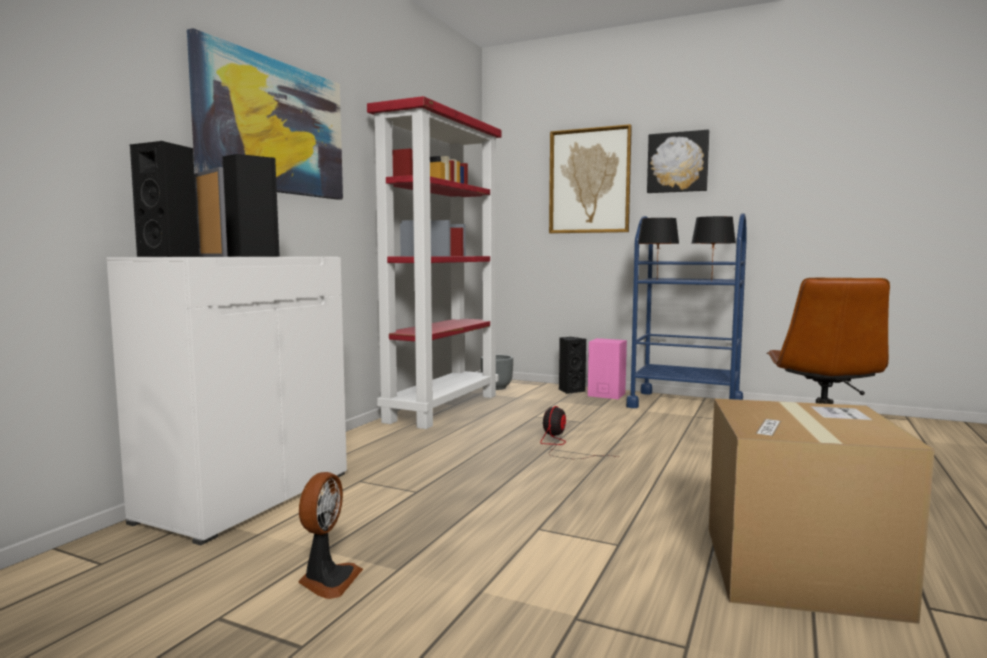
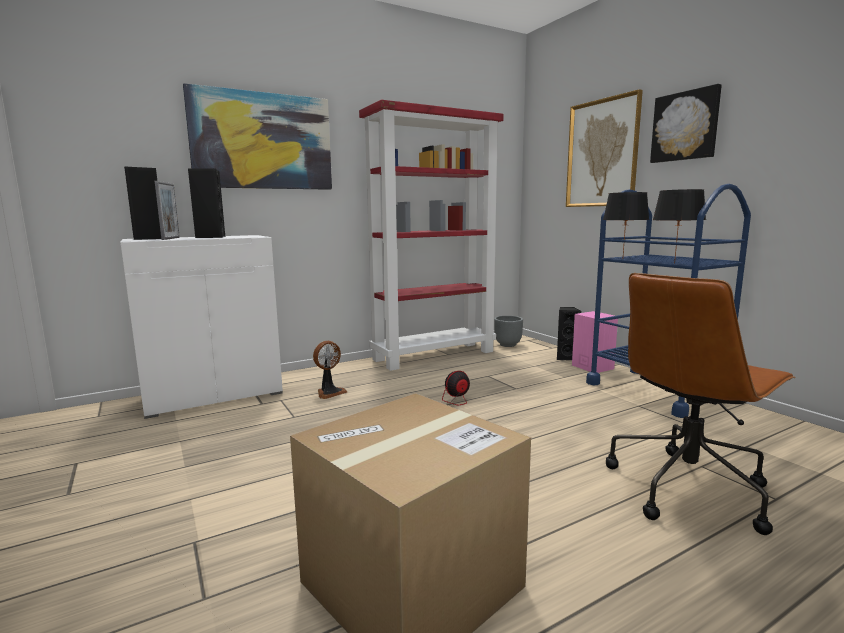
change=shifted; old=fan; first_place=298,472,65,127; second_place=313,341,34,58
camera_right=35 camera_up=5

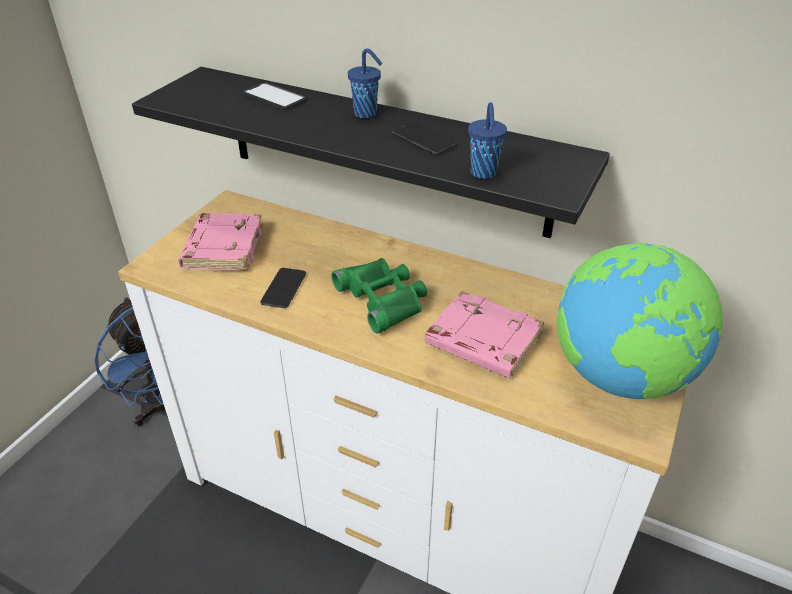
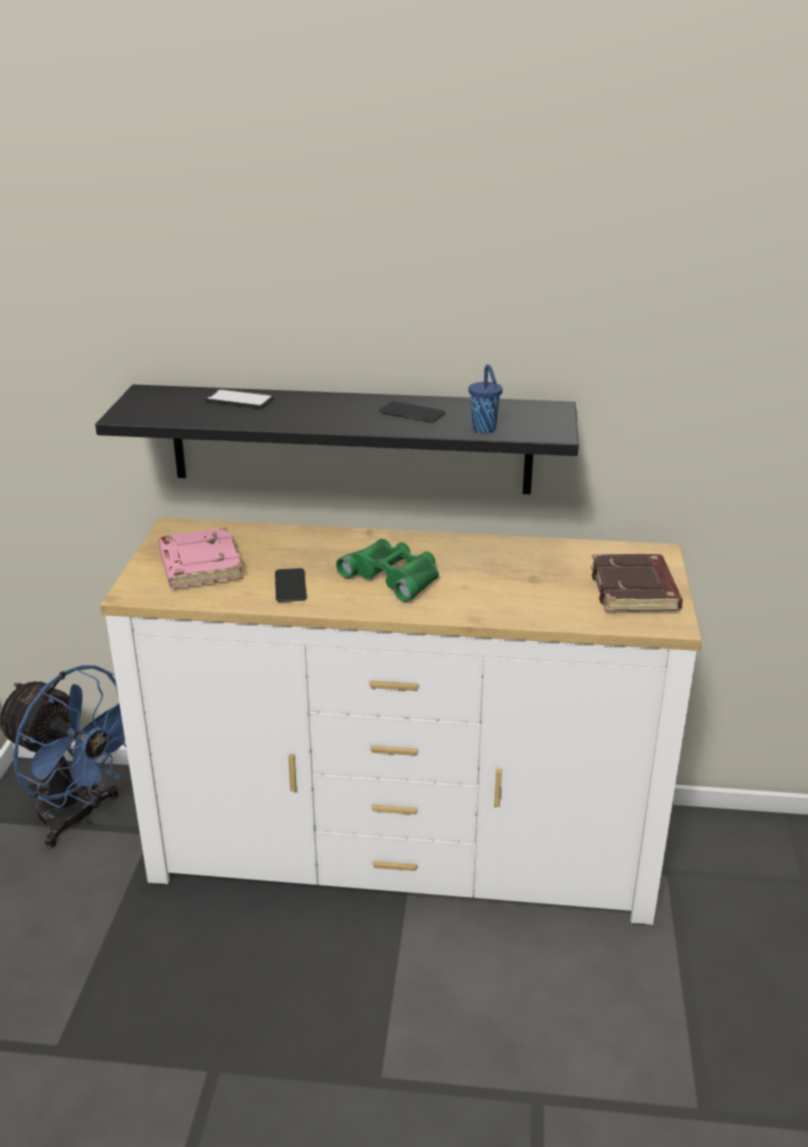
change=gone; old=cup in blue; first_place=348,48,34,70
change=gone; old=book in pink; first_place=425,291,119,87
change=swapped; old=globe; new=book in brown; first_place=557,243,166,156; second_place=591,554,92,58
camera_right=-20 camera_up=-10

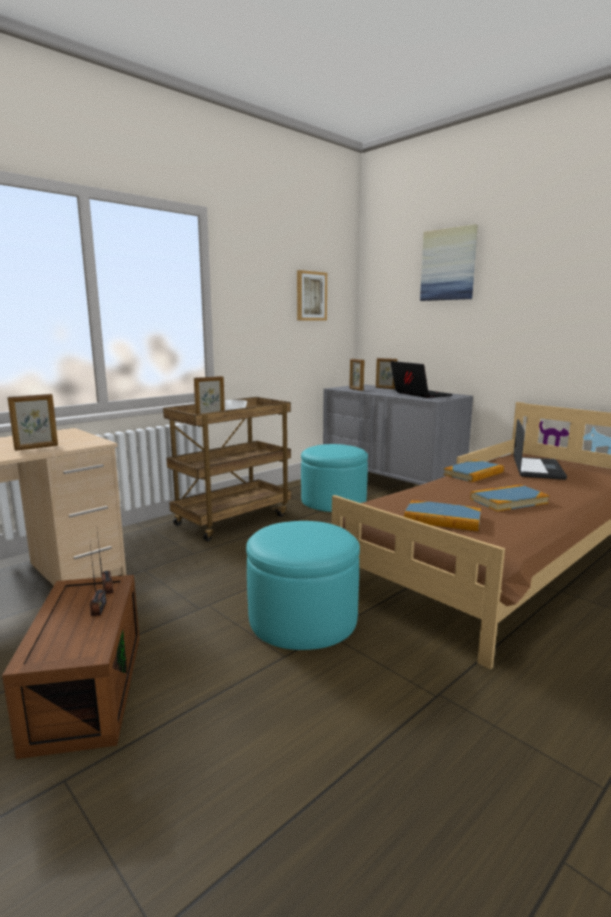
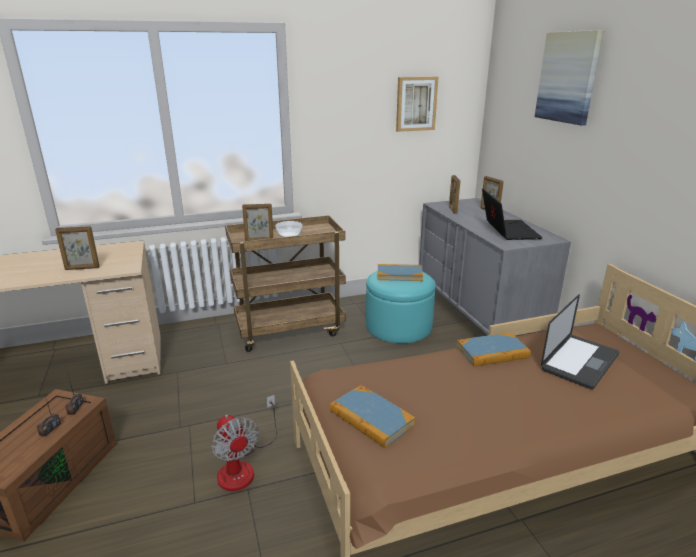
change=swapped; old=ottoman in turquoise; new=fan; first_place=246,521,114,129; second_place=211,395,66,96
change=shifted; old=book; first_place=470,484,80,28; second_place=377,264,46,17
camera_right=25 camera_up=10

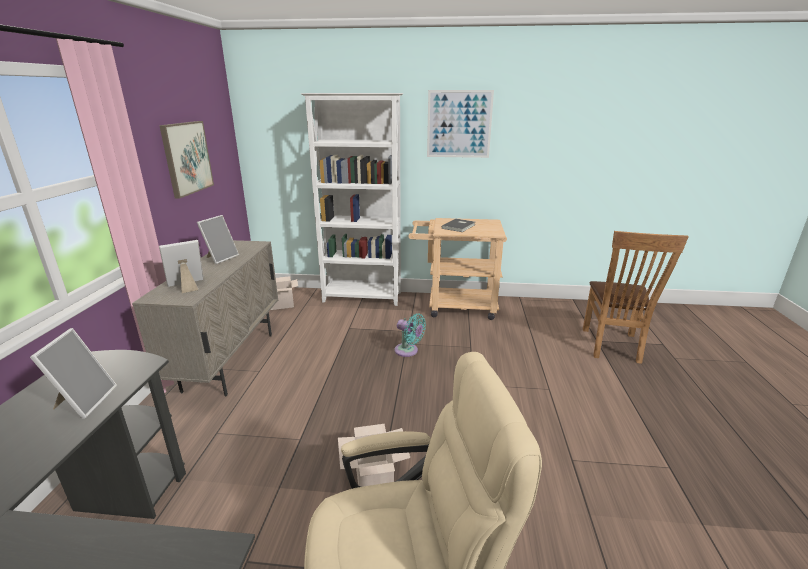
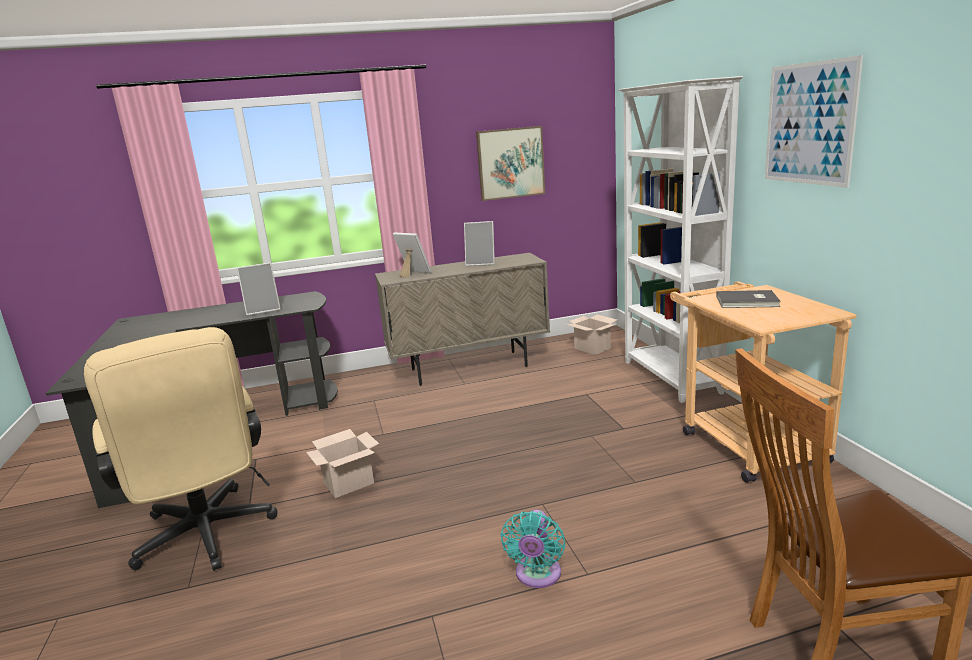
change=shifted; old=fan in turquoise; first_place=395,314,31,43; second_place=500,510,66,78
camera_right=70 camera_up=-5

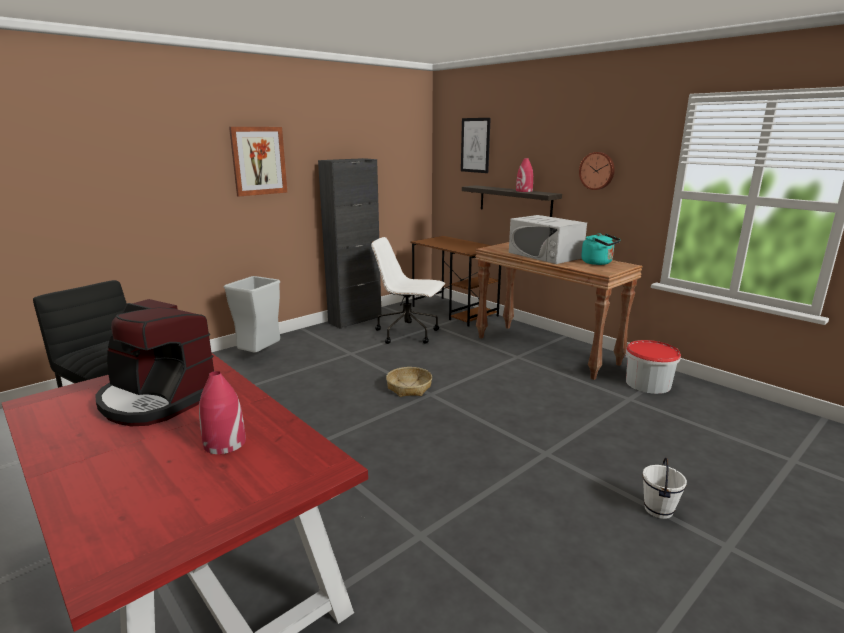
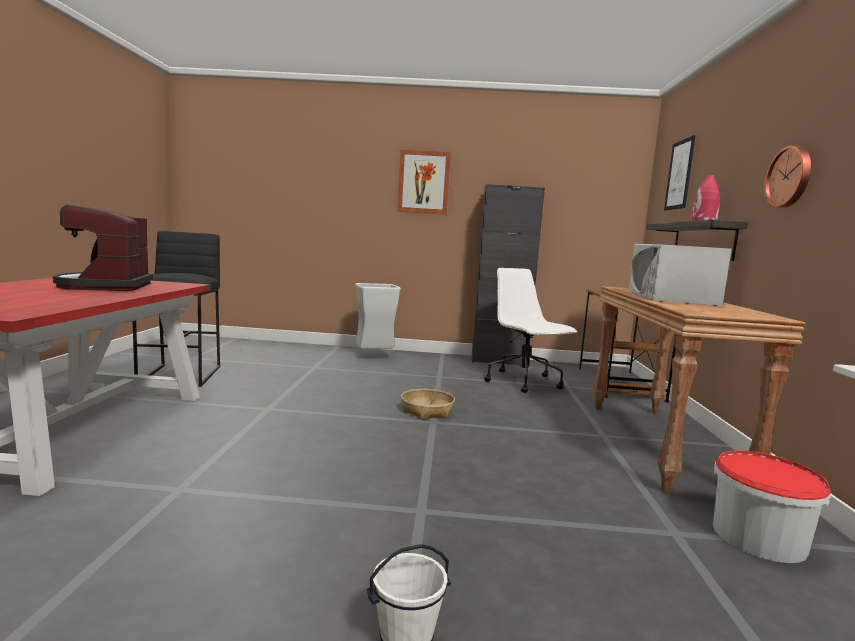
change=gone; old=vase in red; first_place=199,371,47,83
change=gone; old=kettle in turquoise; first_place=581,233,40,32
camera_right=45 camera_up=-10

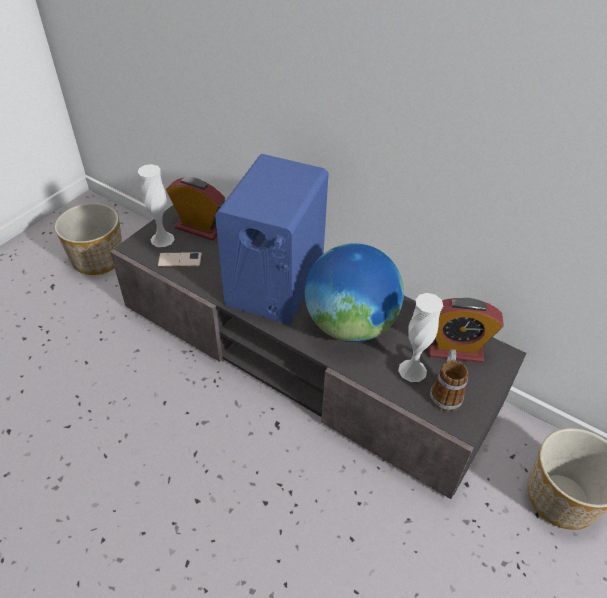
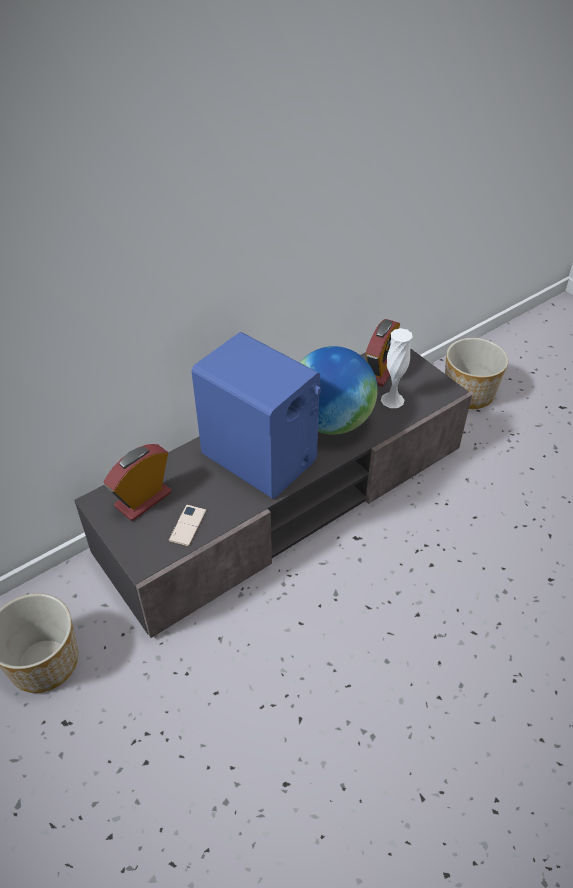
change=gone; old=vase in white; first_place=138,164,37,83
change=gone; old=mug; first_place=430,349,38,62
camera_right=-70 camera_up=0

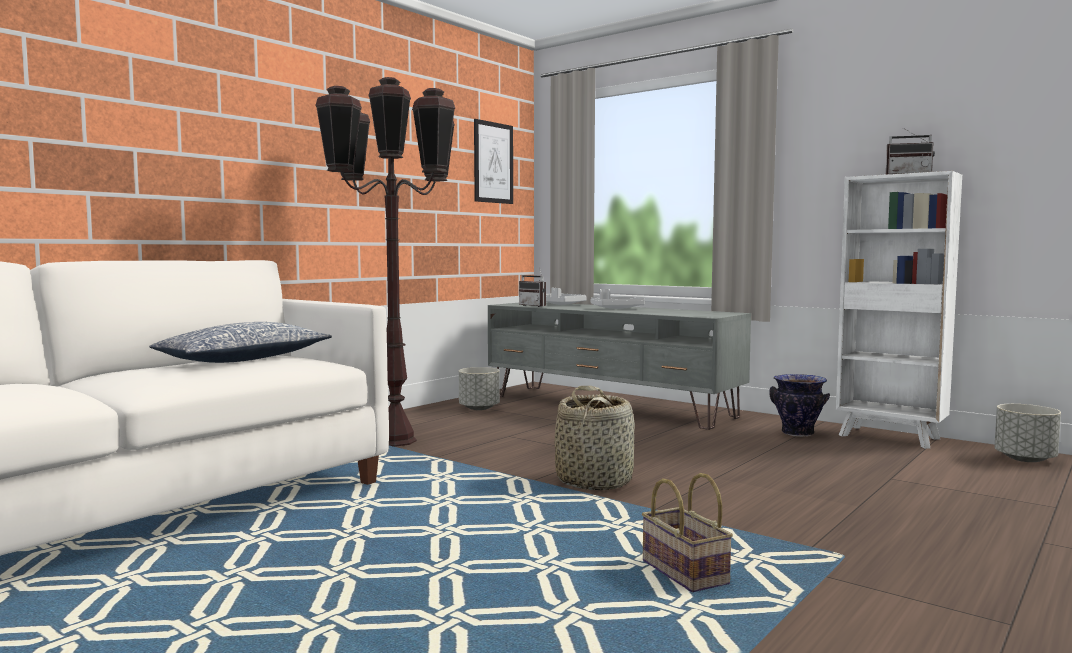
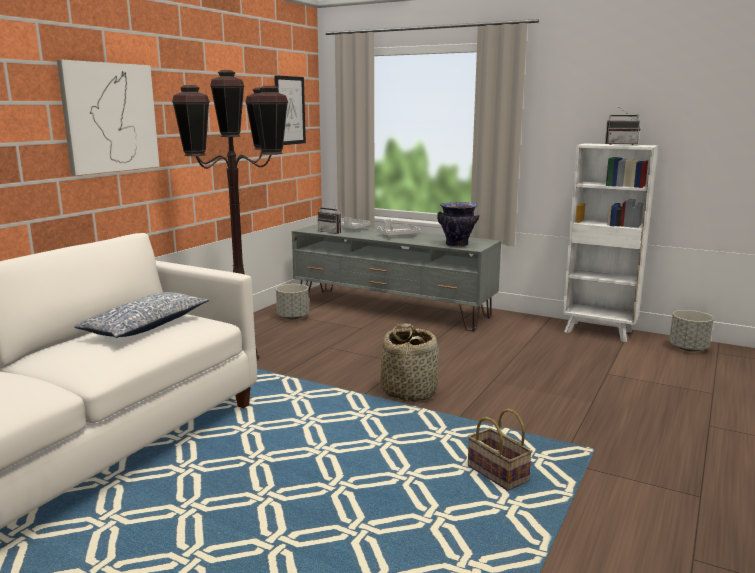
change=shifted; old=vase; first_place=769,374,61,63; second_place=437,202,42,45
change=new; new=picture; second_place=57,60,103,116
camera_right=-10 camera_up=10

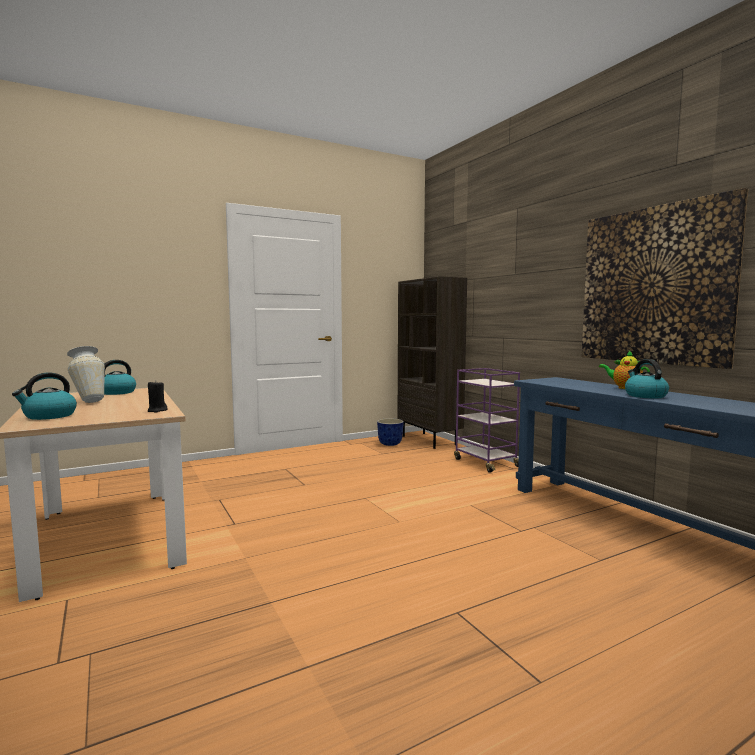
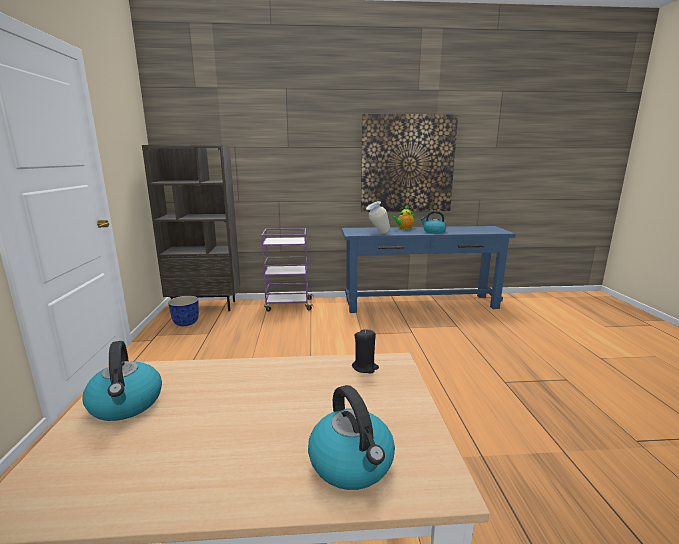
change=shifted; old=vase; first_place=67,346,38,57; second_place=366,201,24,33
camera_right=-65 camera_up=10

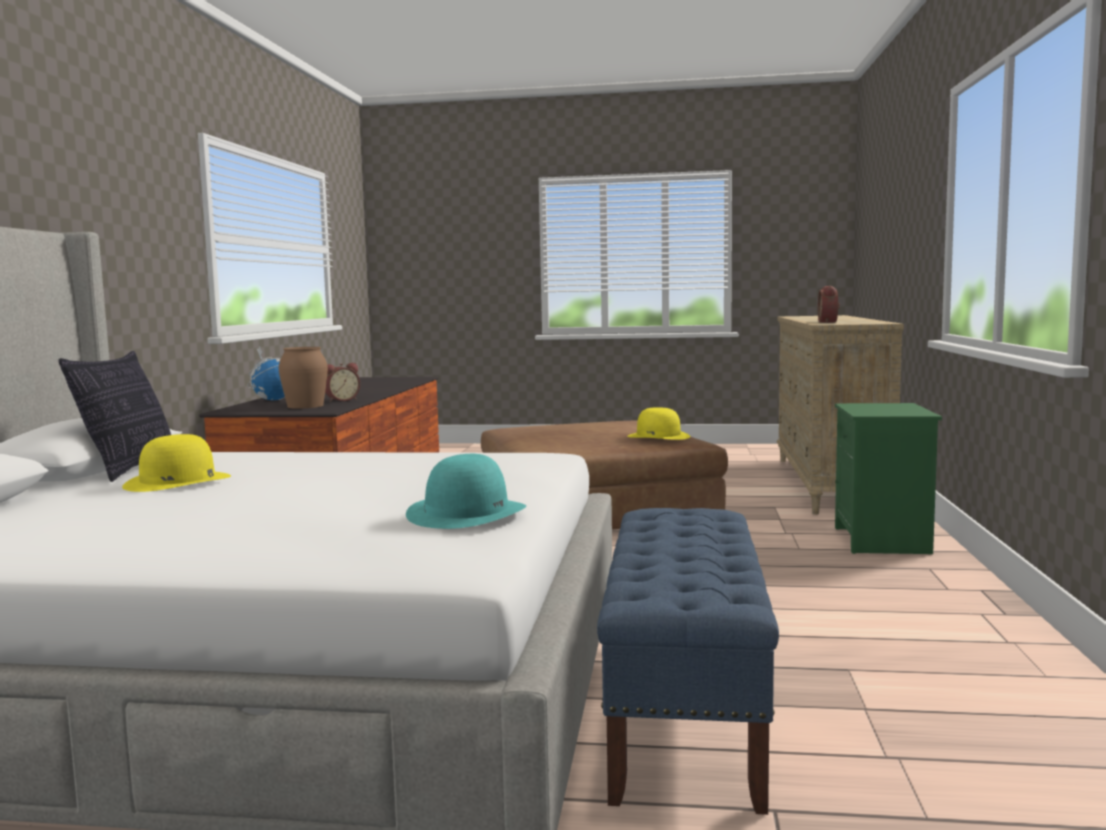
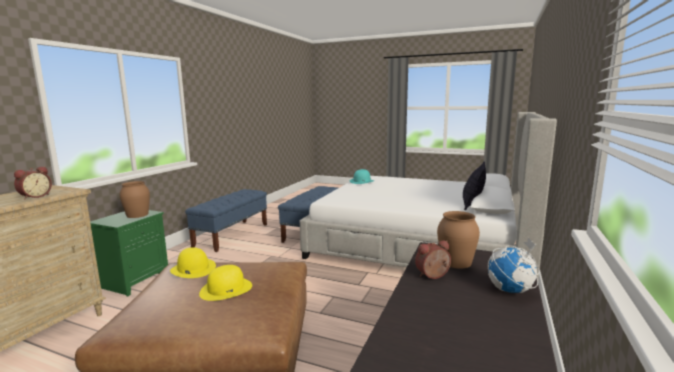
change=shifted; old=hat in yellow; first_place=122,434,109,58; second_place=199,265,53,36
change=new; new=vase in brown; second_place=120,181,30,37
change=new; new=bench in blue; second_place=185,189,82,63
camera_right=-165 camera_up=5

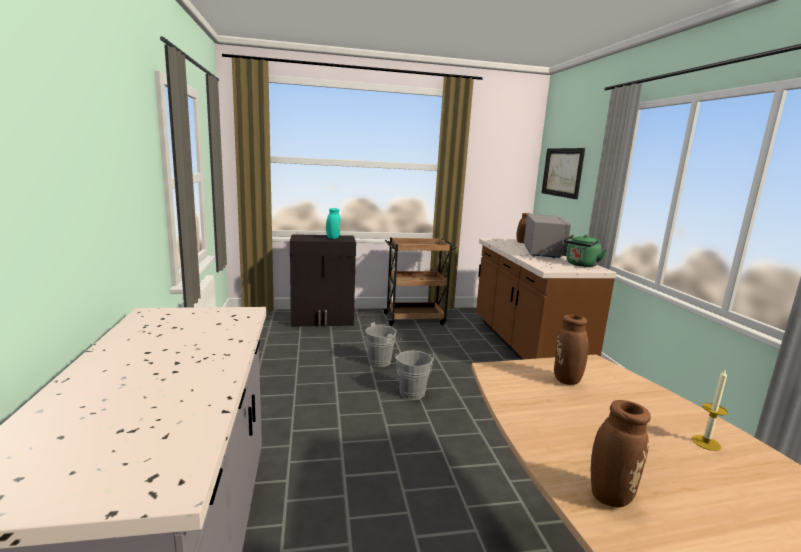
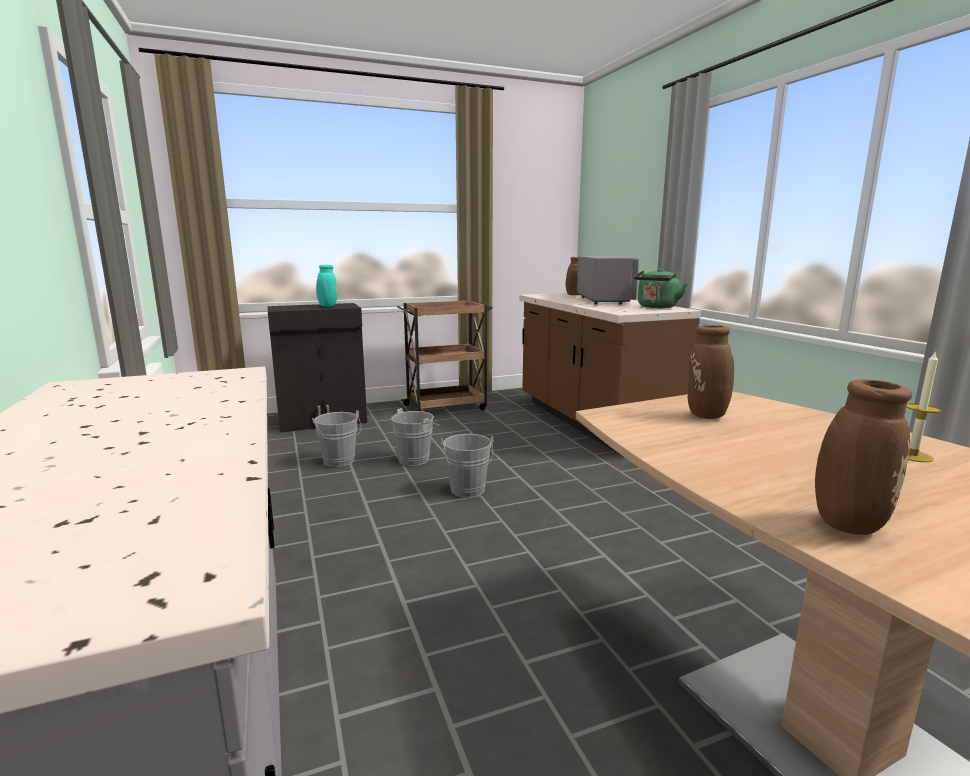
change=gone; old=picture; first_place=542,148,43,51
change=new; new=bucket in grey; second_place=312,410,49,57
camera_right=-10 camera_up=0

